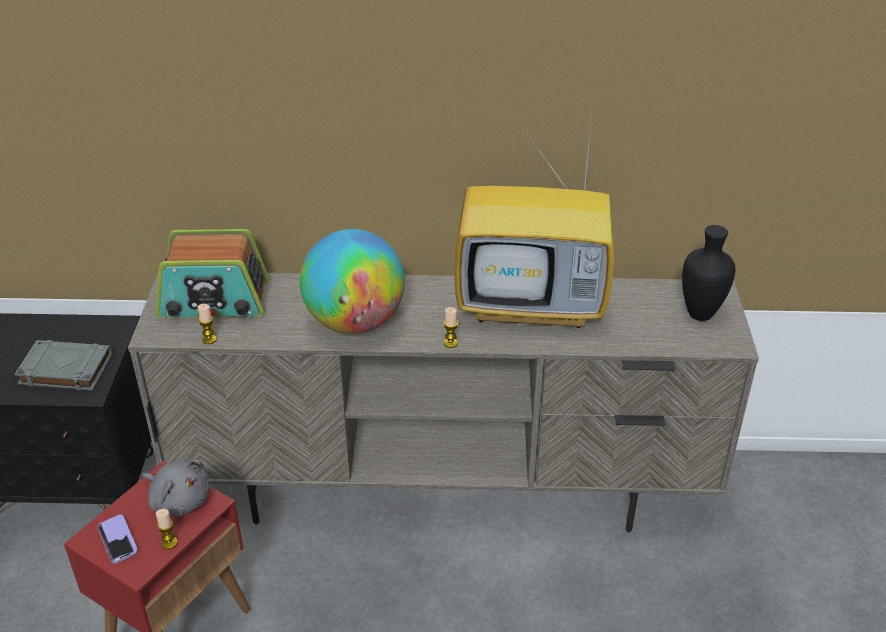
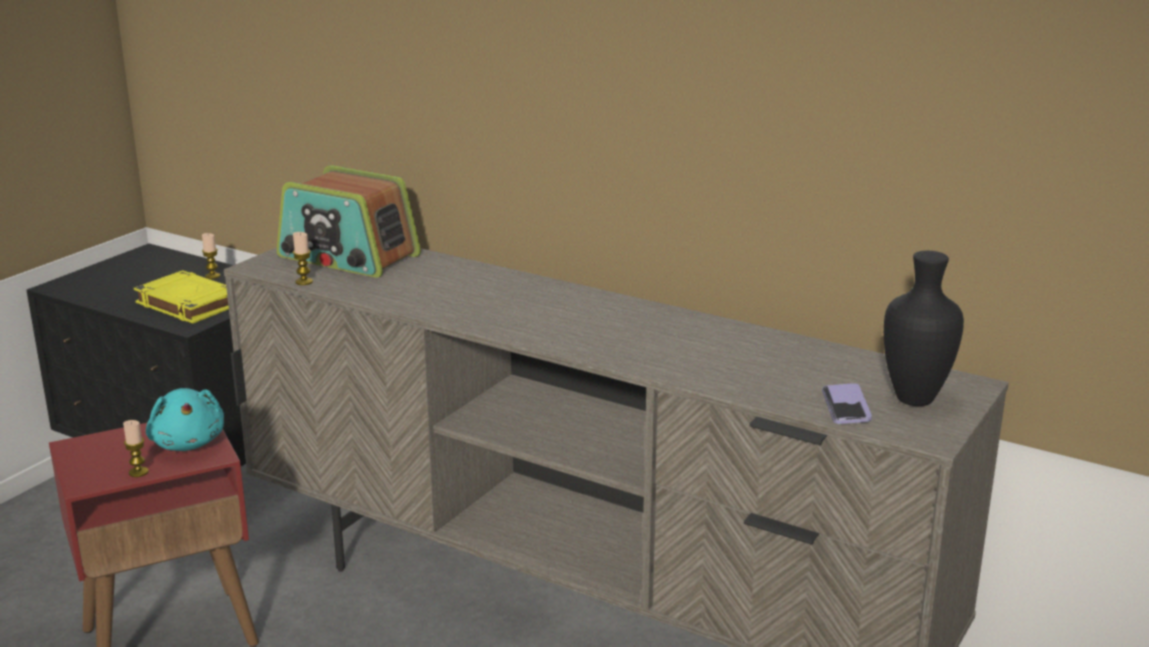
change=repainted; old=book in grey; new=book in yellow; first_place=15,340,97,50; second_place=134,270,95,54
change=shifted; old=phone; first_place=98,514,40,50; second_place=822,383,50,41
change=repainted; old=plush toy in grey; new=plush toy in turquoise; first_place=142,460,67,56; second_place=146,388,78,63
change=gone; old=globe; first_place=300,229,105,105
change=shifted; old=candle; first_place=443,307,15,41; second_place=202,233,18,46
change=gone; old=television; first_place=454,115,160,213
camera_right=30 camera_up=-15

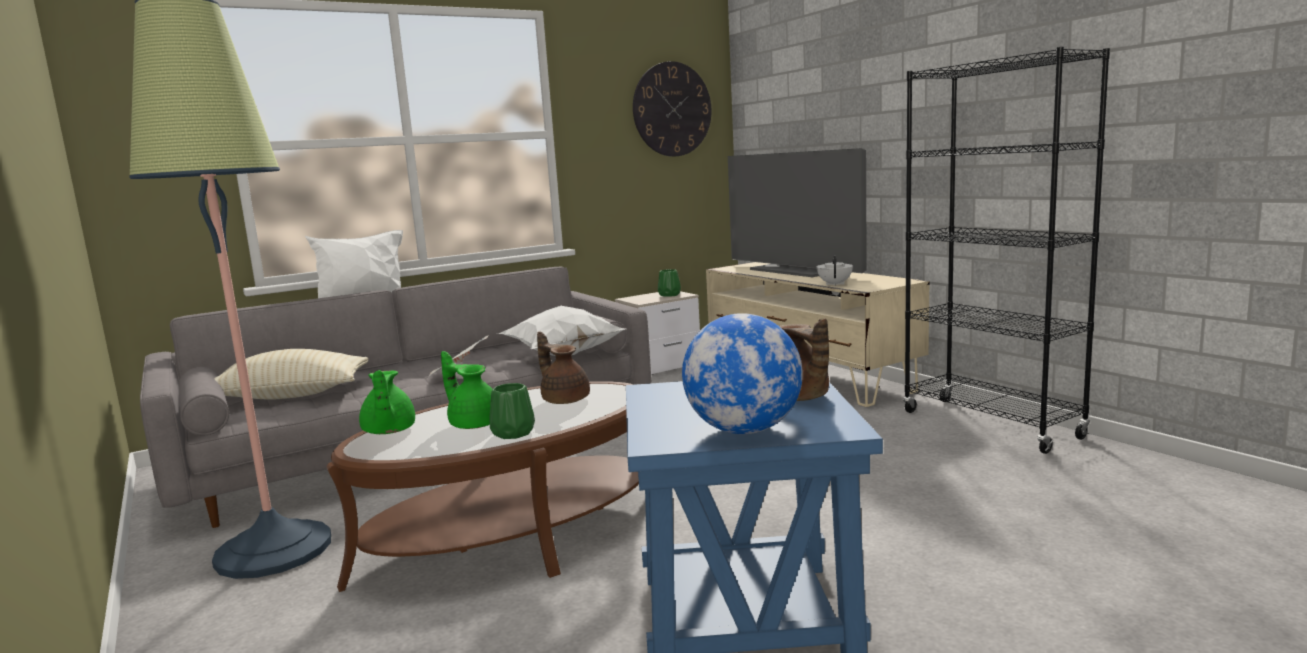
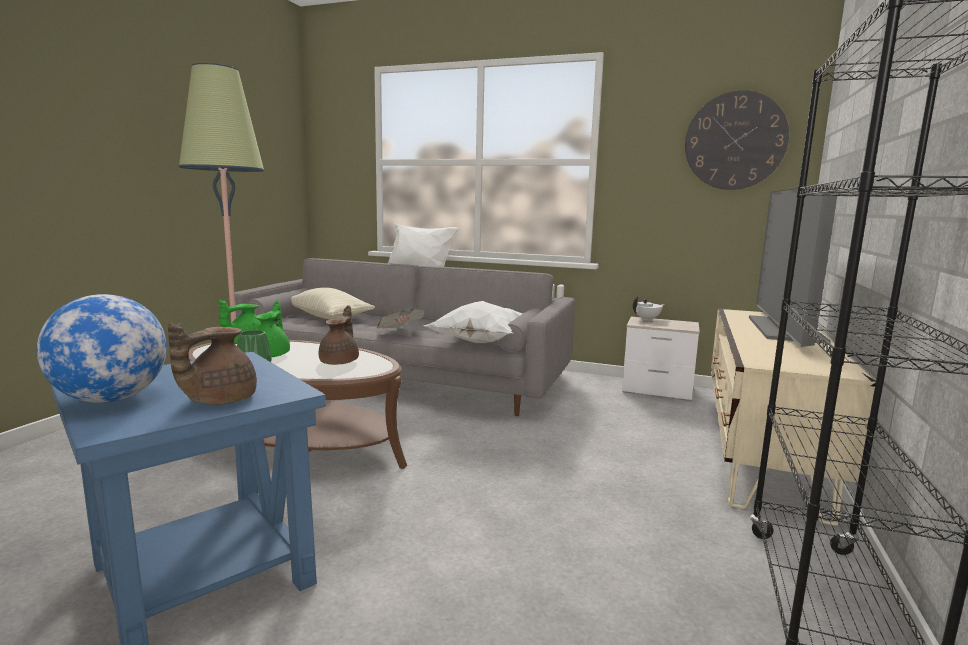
change=gone; old=vase in green; first_place=658,269,23,28
change=shifted; old=teapot in white; first_place=816,256,37,30; second_place=633,296,31,25
camera_right=50 camera_up=0

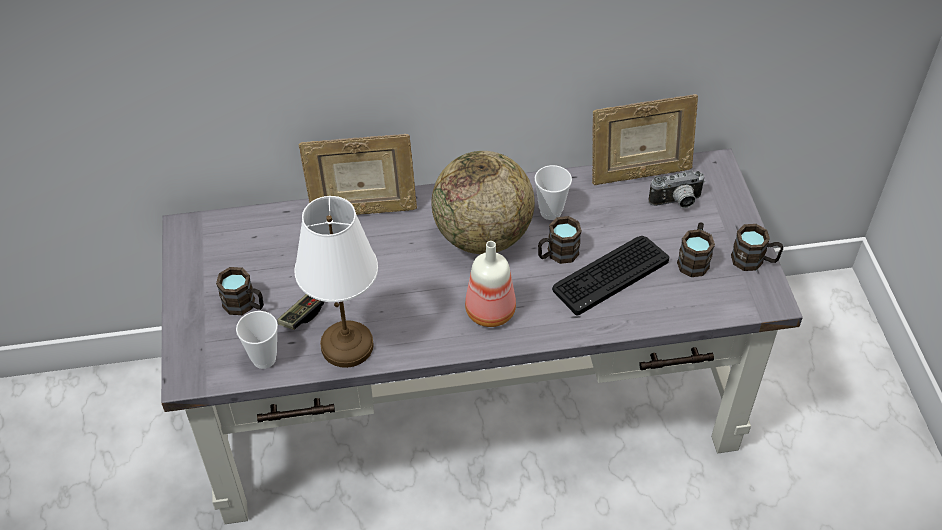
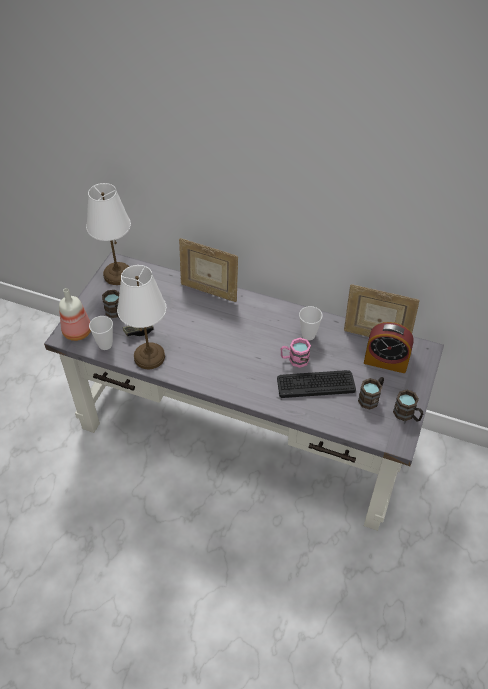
change=gone; old=globe; first_place=432,151,103,103
change=shifted; old=bottle; first_place=465,241,51,86; second_place=59,288,32,53
change=repainted; old=mug in brown; new=mug in pink; first_place=538,216,44,48; second_place=281,338,30,30
change=swapped; old=photo camera; new=alarm clock; first_place=648,170,57,38; second_place=364,322,50,51
change=new; new=table lamp in white; second_place=86,183,45,102
camera_right=30 camera_up=0

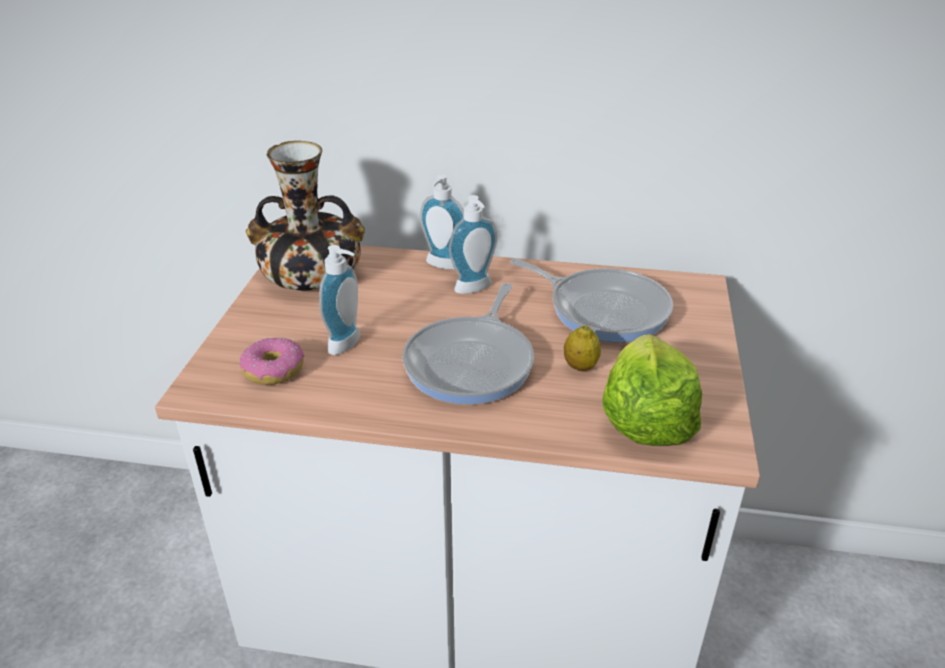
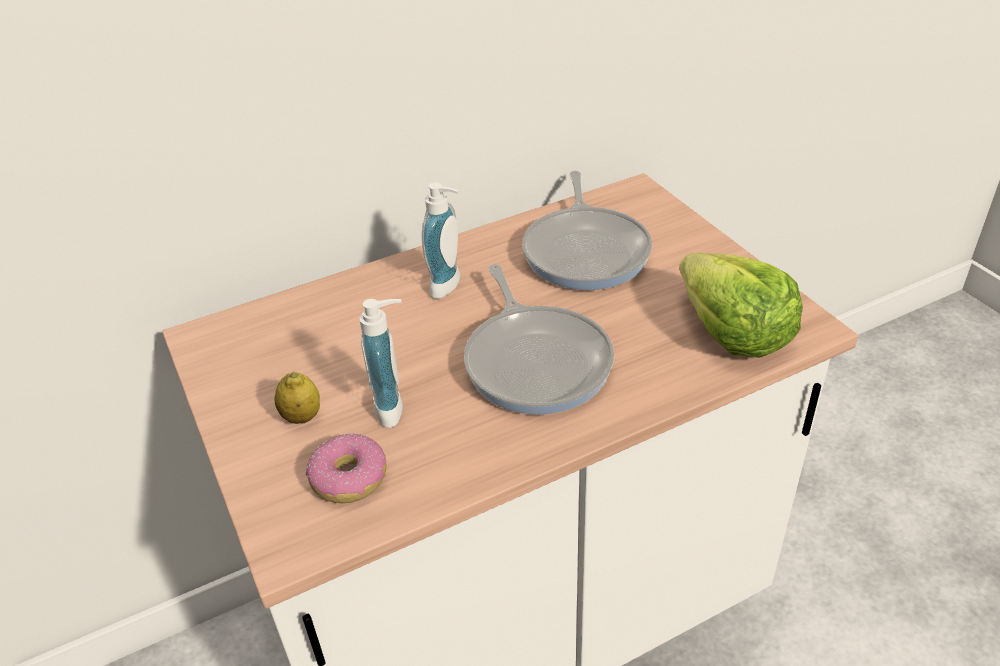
change=gone; old=vase; first_place=246,141,119,150
change=gone; old=soap dispenser; first_place=420,175,44,95
change=rotated; old=frying pan; first_place=510,258,163,84; second_place=522,171,130,119; degrees=90
change=shifted; old=lemon; first_place=564,326,37,45; second_place=275,372,45,52
camera_right=-35 camera_up=5

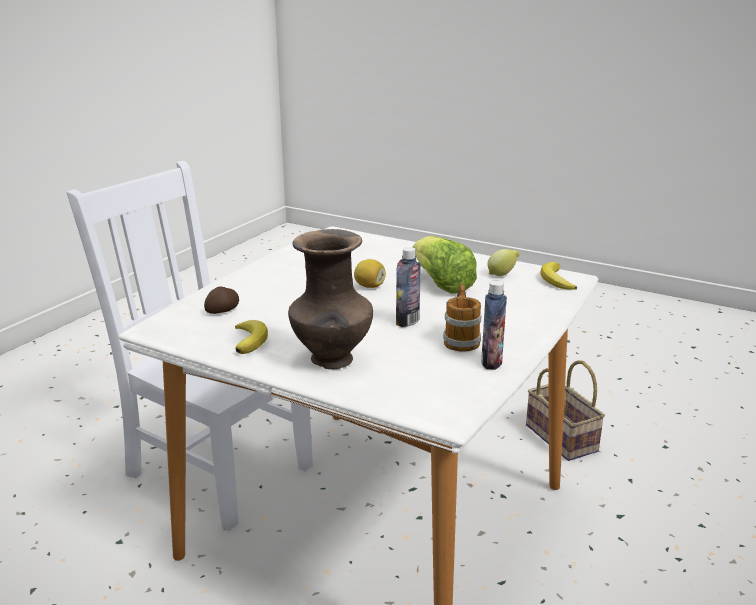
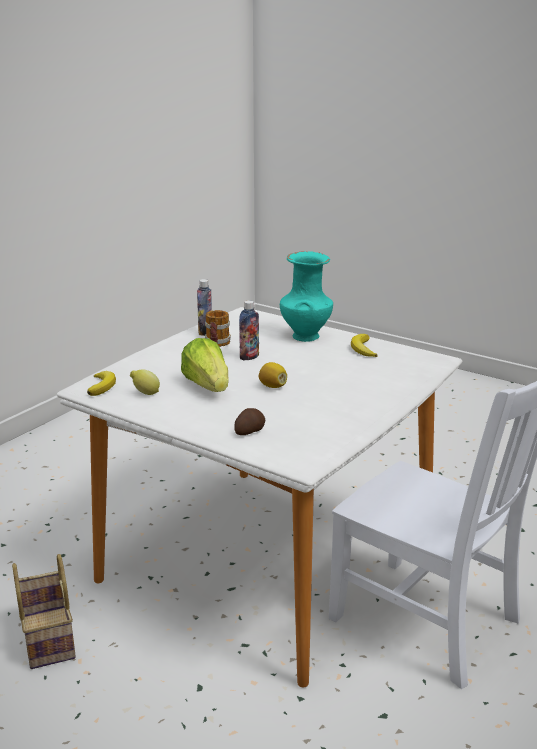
change=shifted; old=potato; first_place=204,287,35,27; second_place=234,408,31,27
change=repainted; old=vase in brown; new=vase in turquoise; first_place=288,229,85,140; second_place=280,251,53,91
camera_right=-175 camera_up=0

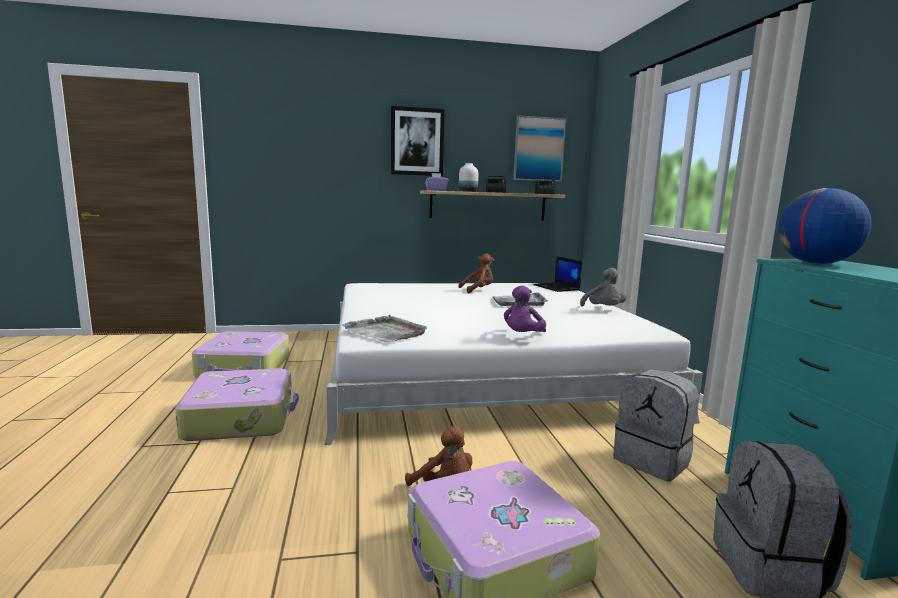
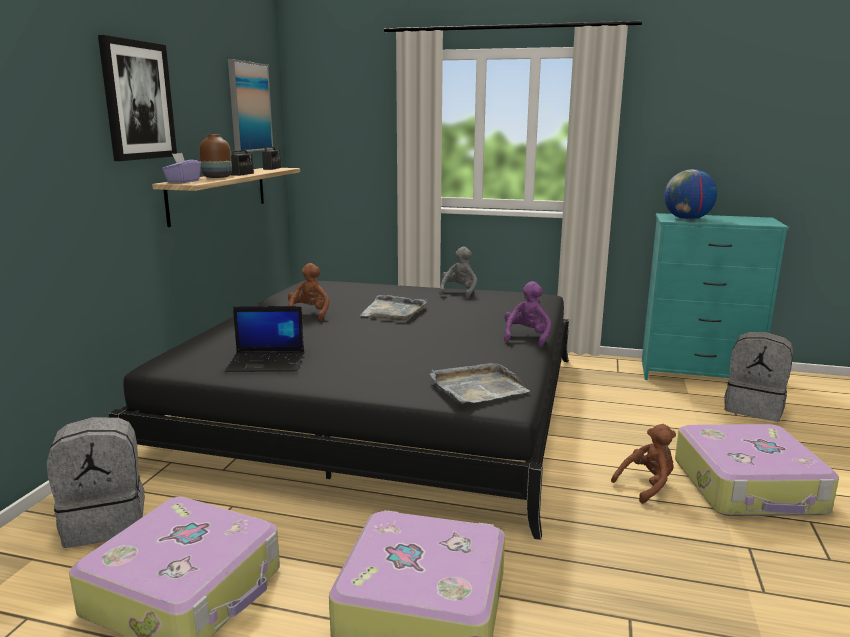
change=repainted; old=bed in white; new=bed in black; first_place=325,283,378,162; second_place=109,281,460,259
change=repainted; old=vase in white; new=vase in brown; first_place=459,163,19,29; second_place=199,134,33,44
change=rotated; old=plush toy in purple; first_place=504,285,42,47; second_place=504,281,47,67; degrees=-120
change=shifted; old=laptop; first_place=533,256,49,36; second_place=225,306,79,66
change=rotated; old=plush toy in grey; first_place=580,268,46,39; second_place=439,247,38,52; degrees=-75
change=shifted; old=backpack in grey; first_place=613,369,86,112; second_place=47,417,97,131
camera_right=-65 camera_up=5

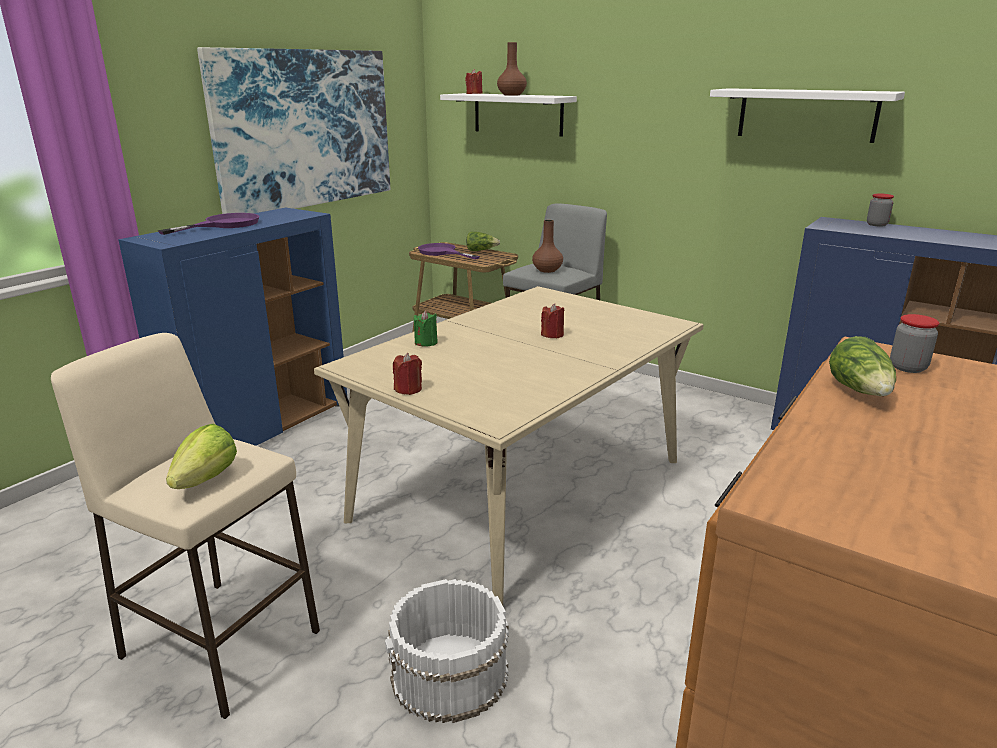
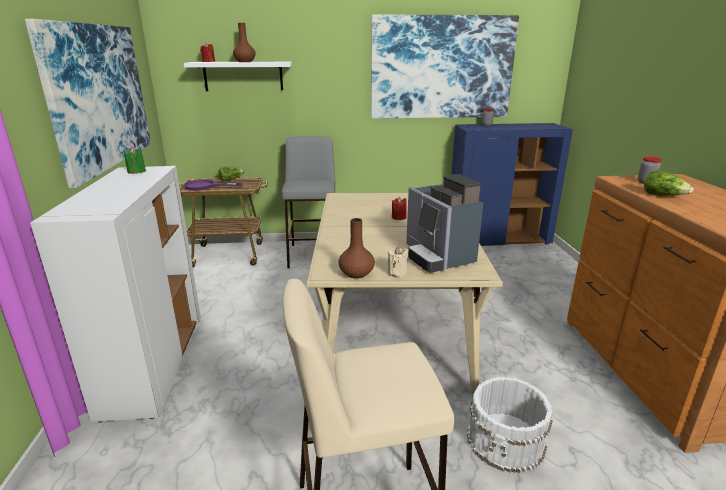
change=repainted; old=cabinet in blue; new=cabinet in white; first_place=118,208,229,238; second_place=30,166,171,257
change=gone; old=frying pan in purple; first_place=158,213,101,22
change=gone; old=lettuce; first_place=166,424,71,65
change=repainted; old=candle in red; new=candle in beige; first_place=393,353,29,42; second_place=388,246,20,31
change=shifted; old=candle in green; first_place=414,311,24,36; second_place=124,147,22,27
change=shifted; old=vase in brown; first_place=532,220,31,53; second_place=339,218,36,61
change=swapped; old=shelf in white; new=picture; first_place=710,88,195,55; second_place=371,14,148,105
change=new; new=coffee machine; second_place=406,174,77,99
camera_right=-40 camera_up=0

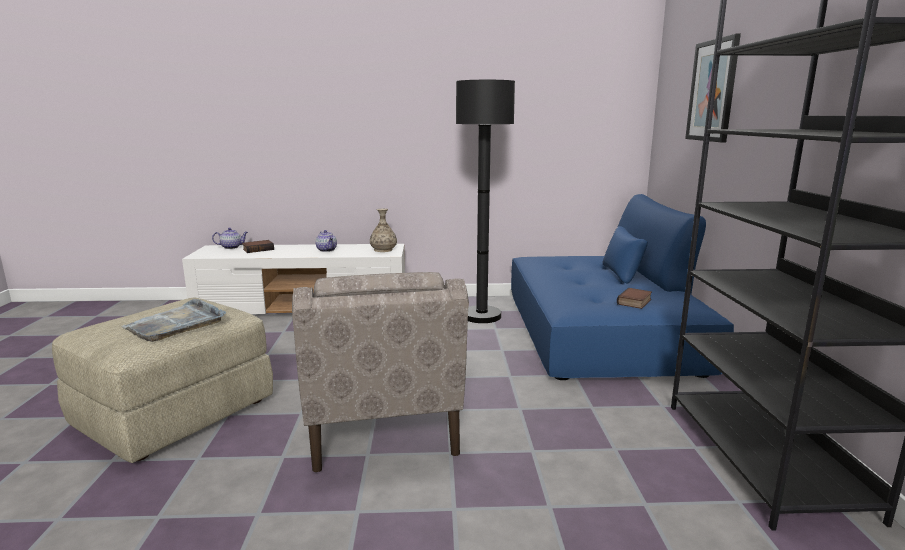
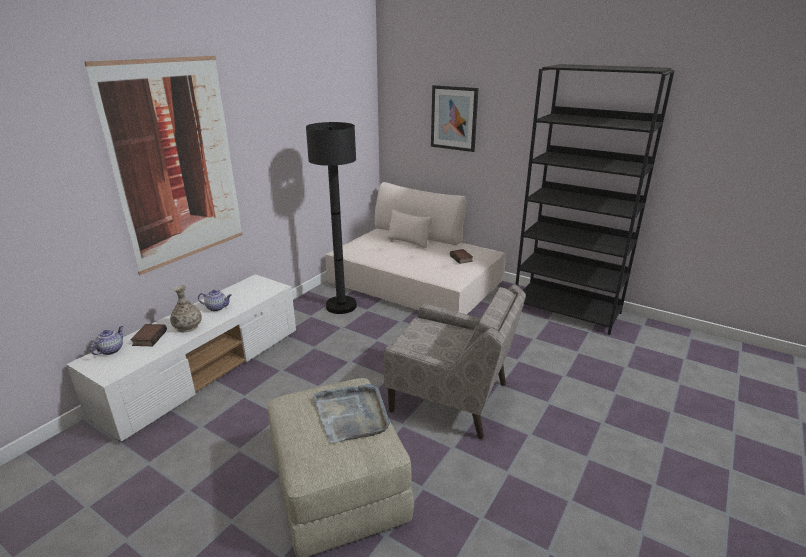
change=shifted; old=vase; first_place=370,208,27,44; second_place=170,285,32,47
change=repainted; old=sofa in blue; new=sofa in beige; first_place=511,194,223,186; second_place=325,182,181,133
change=new; new=picture; second_place=85,56,157,219
camera_right=-55 camera_up=10

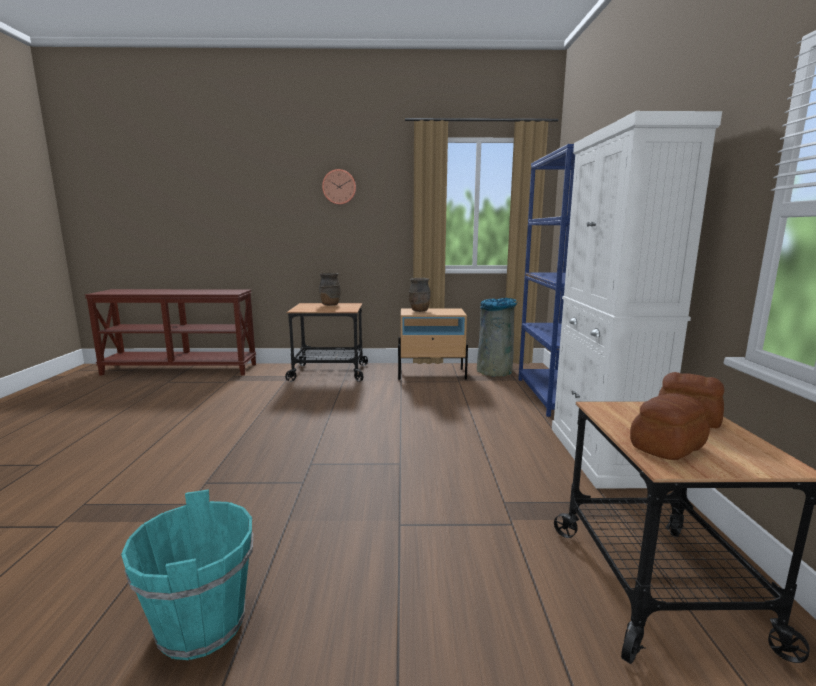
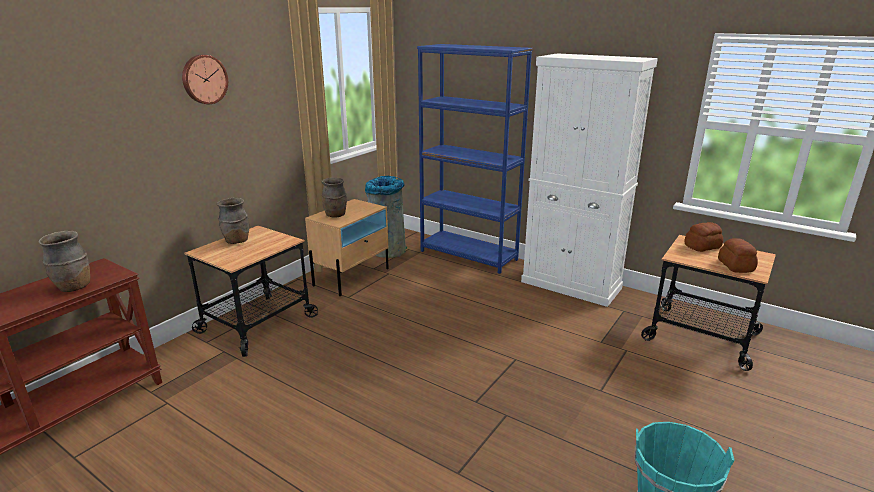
change=new; new=vase in brown; second_place=38,231,52,61
camera_right=-55 camera_up=10

